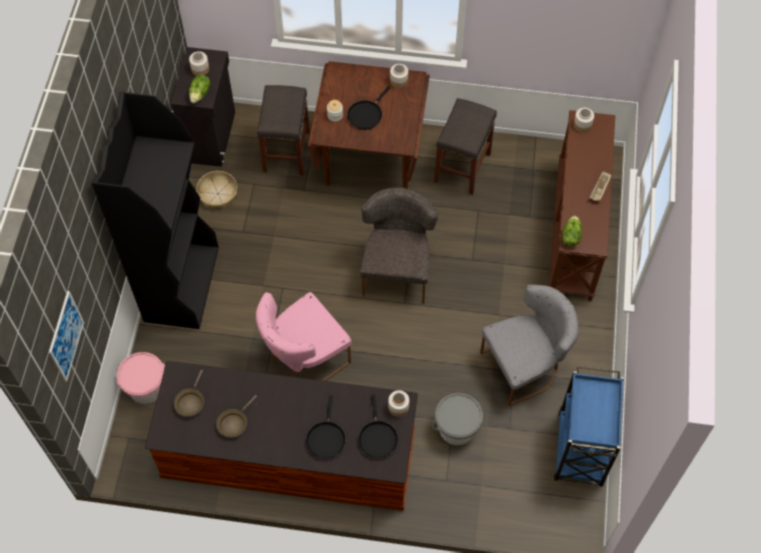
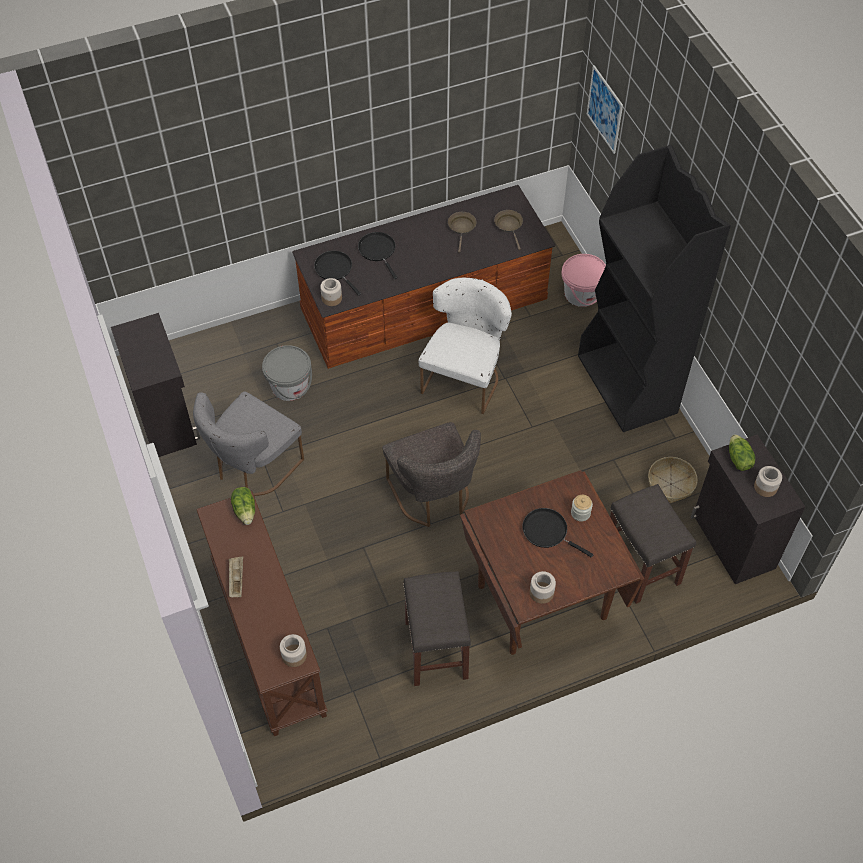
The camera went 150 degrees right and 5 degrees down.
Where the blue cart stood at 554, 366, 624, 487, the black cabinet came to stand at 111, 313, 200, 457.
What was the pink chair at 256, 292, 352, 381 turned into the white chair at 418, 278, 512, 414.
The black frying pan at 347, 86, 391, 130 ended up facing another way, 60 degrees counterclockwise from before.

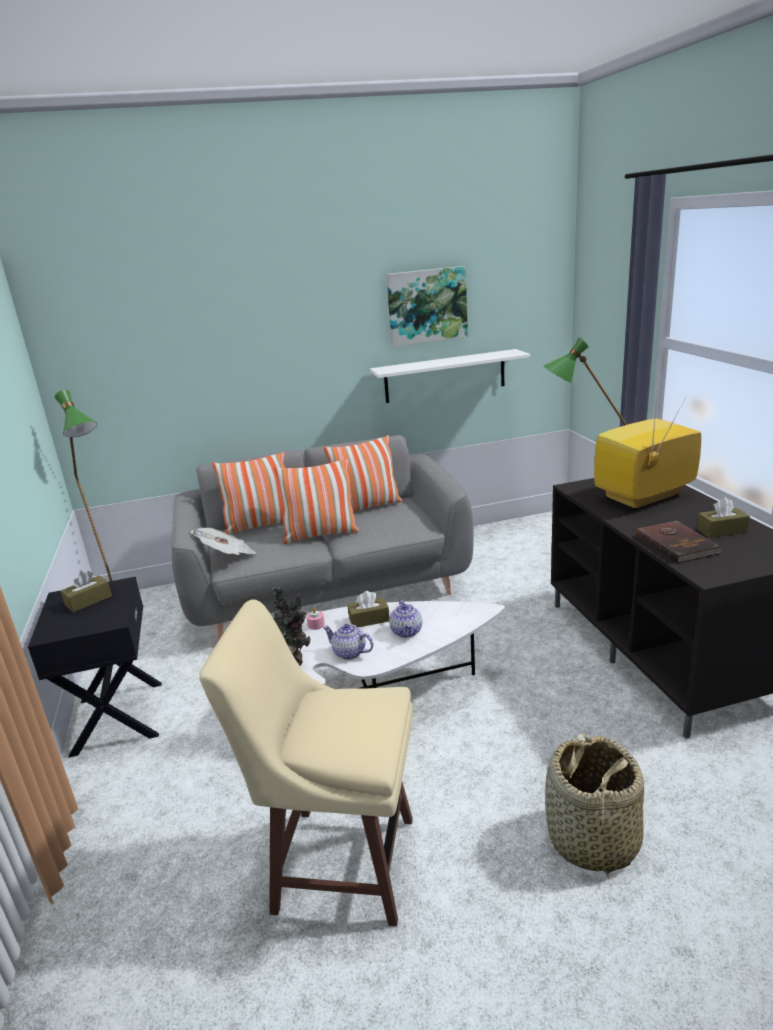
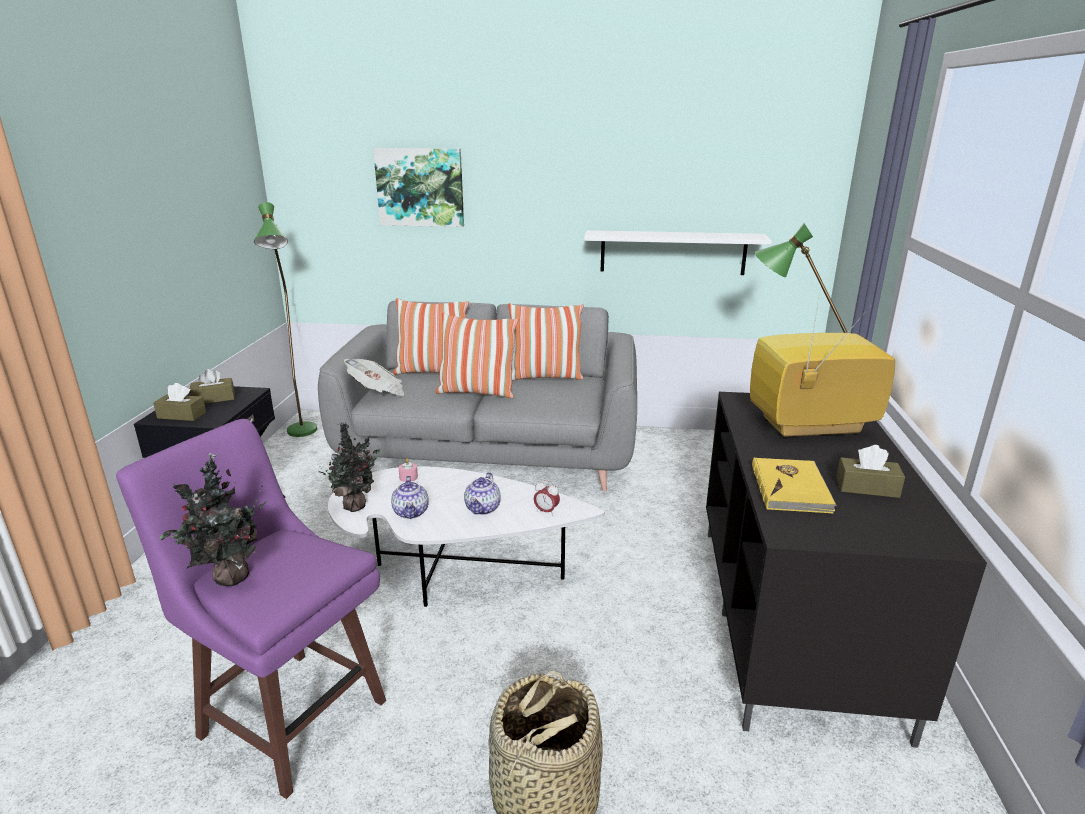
The camera went 20 degrees right and 0 degrees up.
The second view gained the potted plant at 160, 453, 267, 586.
The second view gained the alarm clock at 534, 480, 560, 516.
The brown tissue box ended up elsewhere, having gone from 348, 591, 390, 627 to 153, 383, 206, 421.
The picture ended up elsewhere, having gone from 386, 266, 468, 346 to 373, 148, 464, 227.
What was the beige stool at 199, 599, 413, 927 turned into the purple stool at 116, 419, 386, 799.
What was the brown book at 636, 521, 722, 564 turned into the yellow book at 752, 458, 837, 513.
The teapot at 323, 624, 374, 660 ended up facing another way, 150 degrees counterclockwise from before.

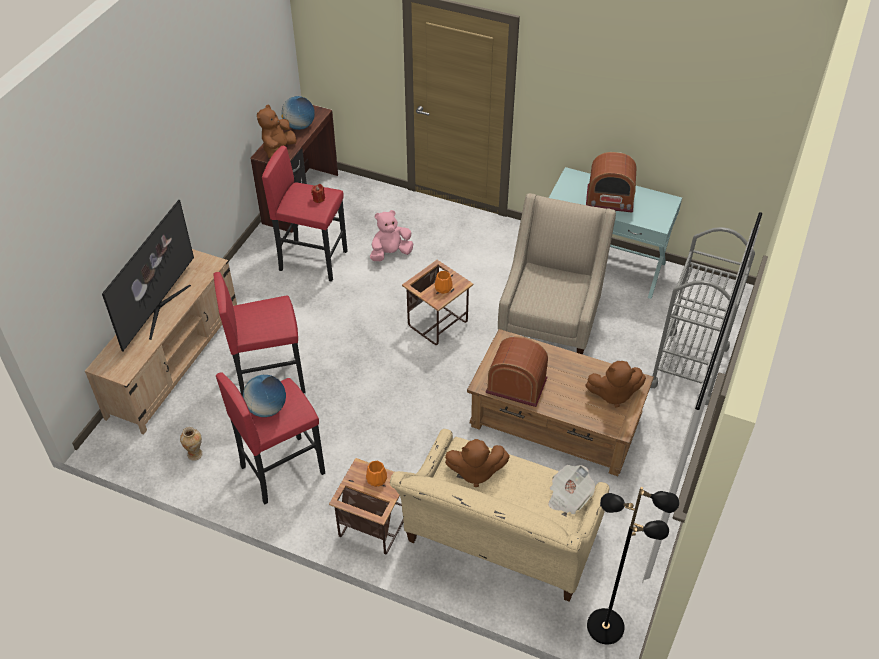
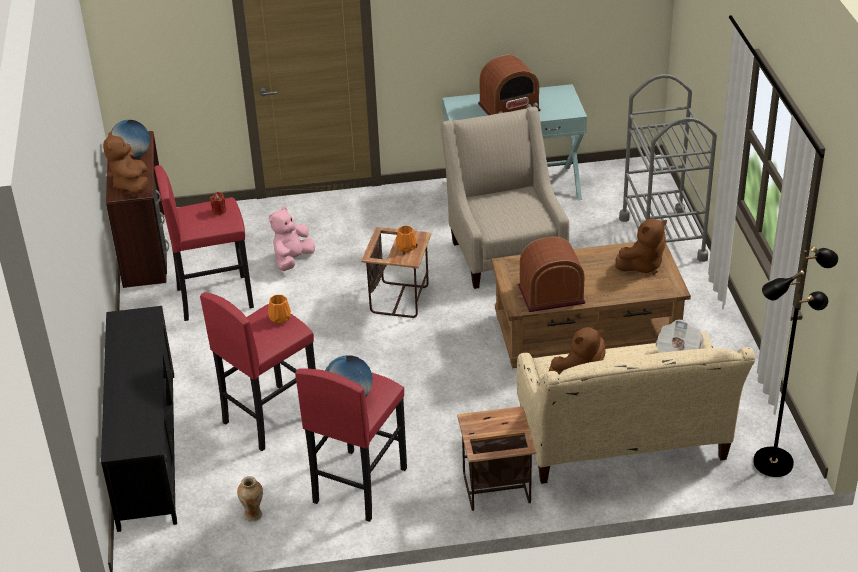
The camera went 30 degrees left and 10 degrees down.
The second view lost the television at 102, 200, 194, 352.
The orange vase ended up elsewhere, having gone from 366, 461, 387, 487 to 268, 295, 291, 324.
What was the beige tv stand at 85, 249, 237, 435 turned into the black tv stand at 101, 306, 177, 532.

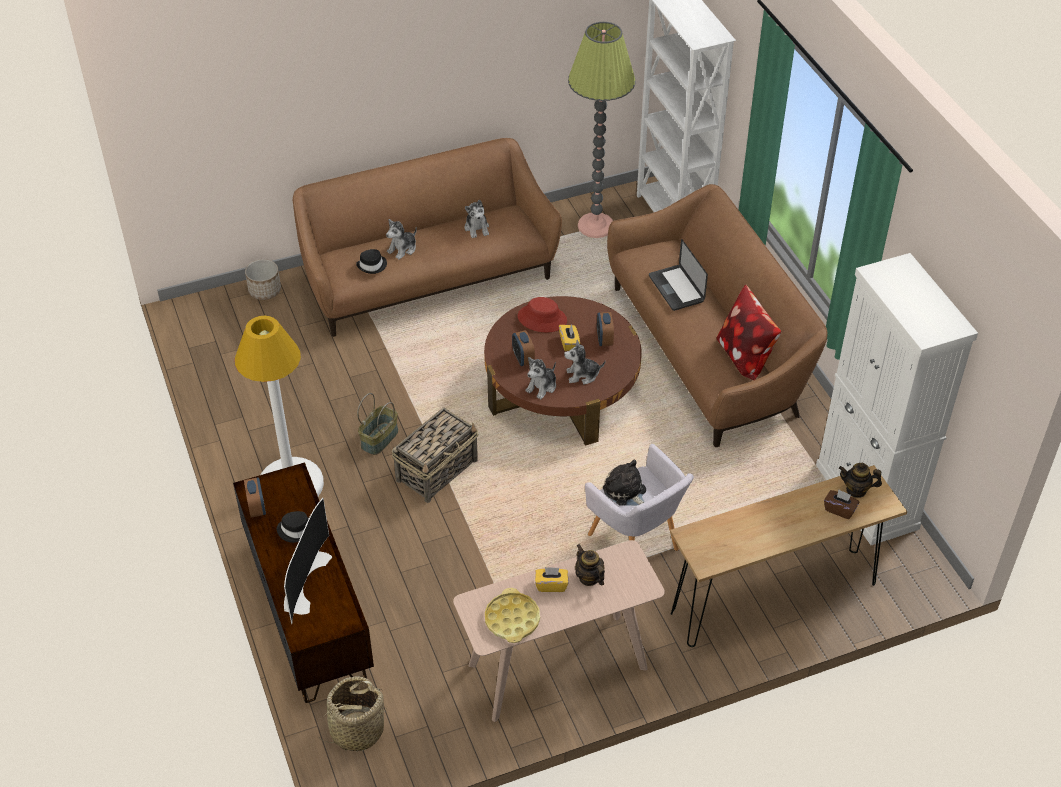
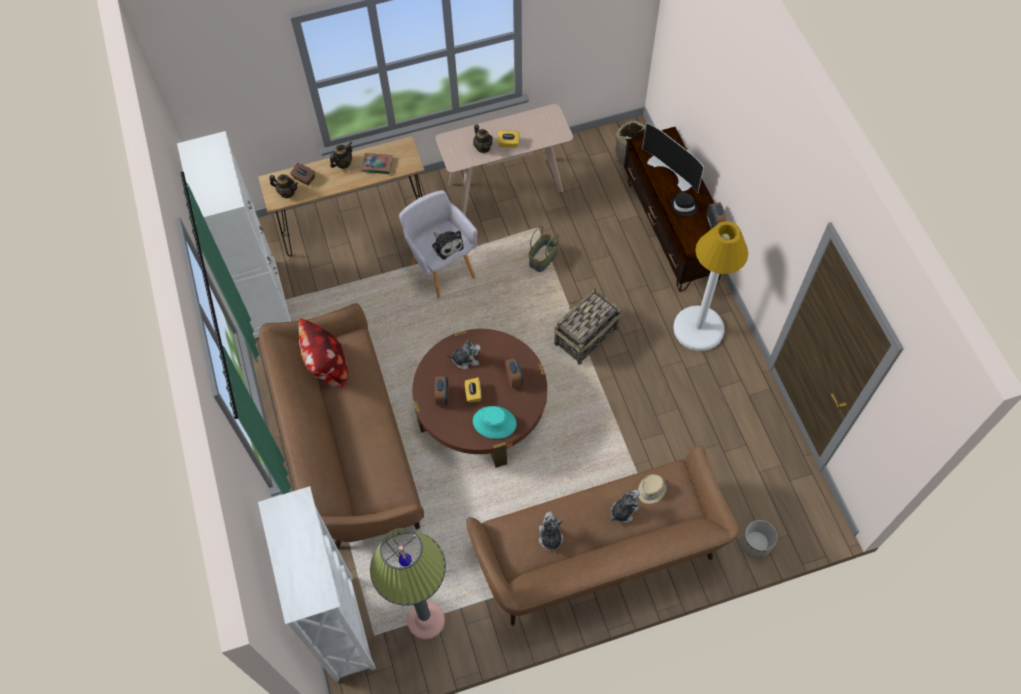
The camera went 175 degrees left and 15 degrees up.
The second view lost the yellow tray at 485, 588, 540, 643.
The second view lost the plush toy at 526, 357, 556, 399.
The second view lost the laptop at 649, 239, 708, 311.
The second view gained the teapot at 330, 141, 352, 169.
The second view gained the book at 361, 153, 393, 174.
The basket ended up elsewhere, having gone from 357, 393, 398, 455 to 529, 225, 559, 272.
What was the black hat at 356, 249, 387, 274 turned into the beige hat at 638, 474, 667, 504.
What was the red hat at 518, 297, 567, 332 turned into the turquoise hat at 473, 406, 517, 439.
The television at 284, 498, 332, 624 ended up facing another way, 60 degrees counterclockwise from before.

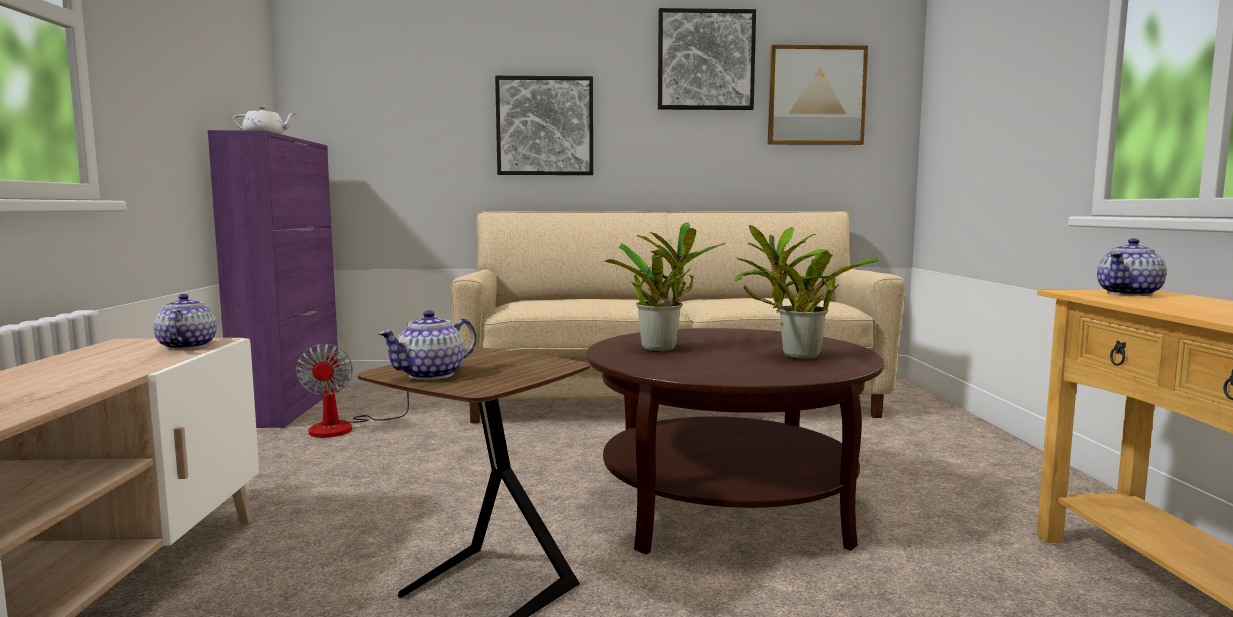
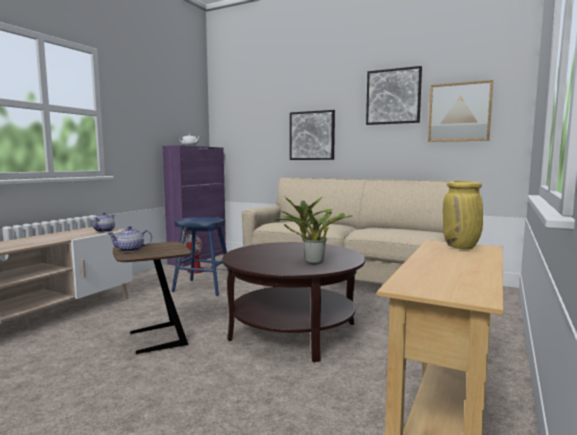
The camera went 30 degrees right and 0 degrees up.
The second view lost the potted plant at 603, 223, 725, 352.
The second view gained the blue stool at 172, 217, 229, 296.
Where the teapot stood at 1097, 238, 1167, 296, the yellow vase came to stand at 443, 181, 483, 249.

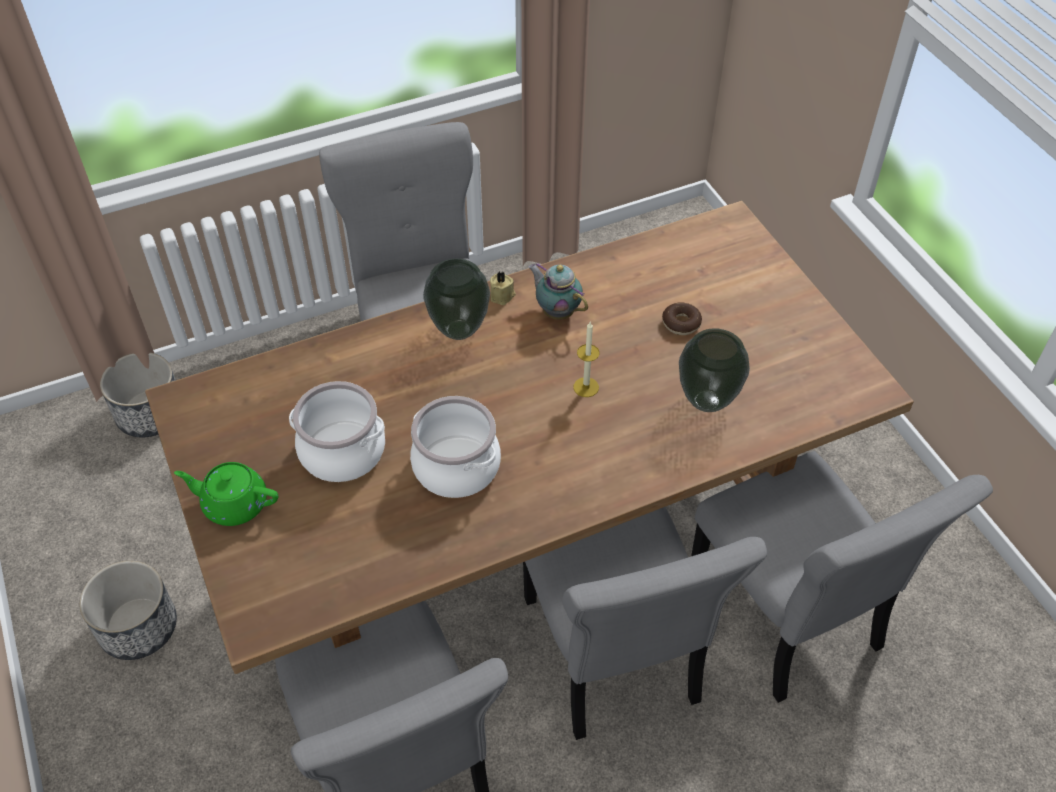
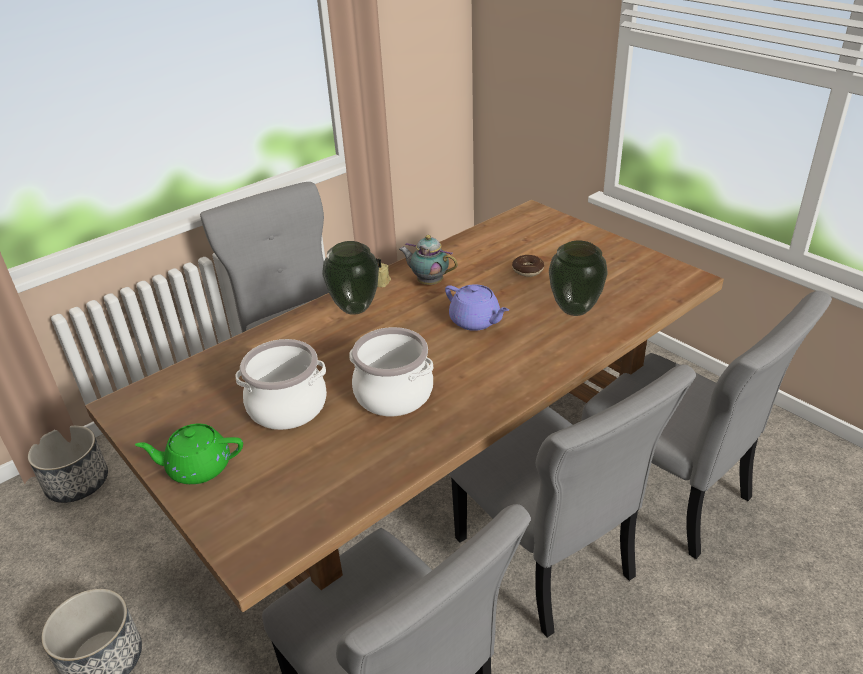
The camera went 15 degrees left and 15 degrees down.
Where the candle stood at 573, 322, 600, 397, the purple teapot came to stand at 445, 284, 509, 331.

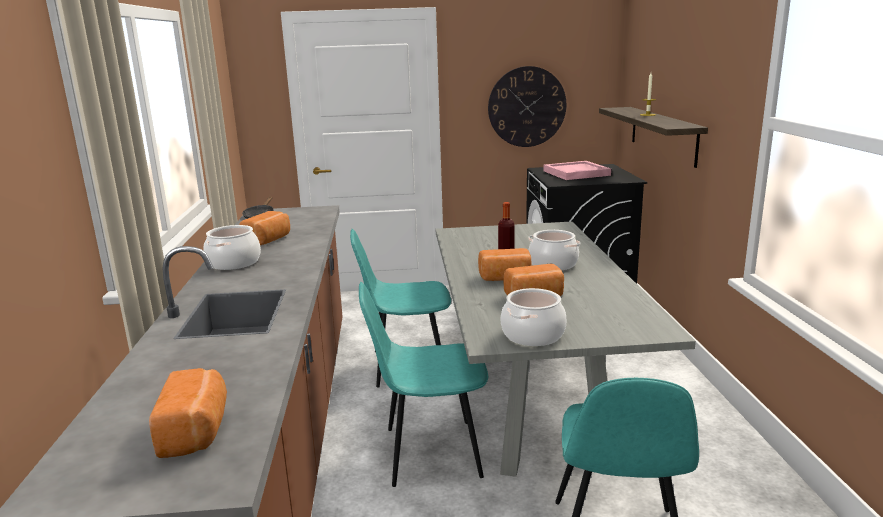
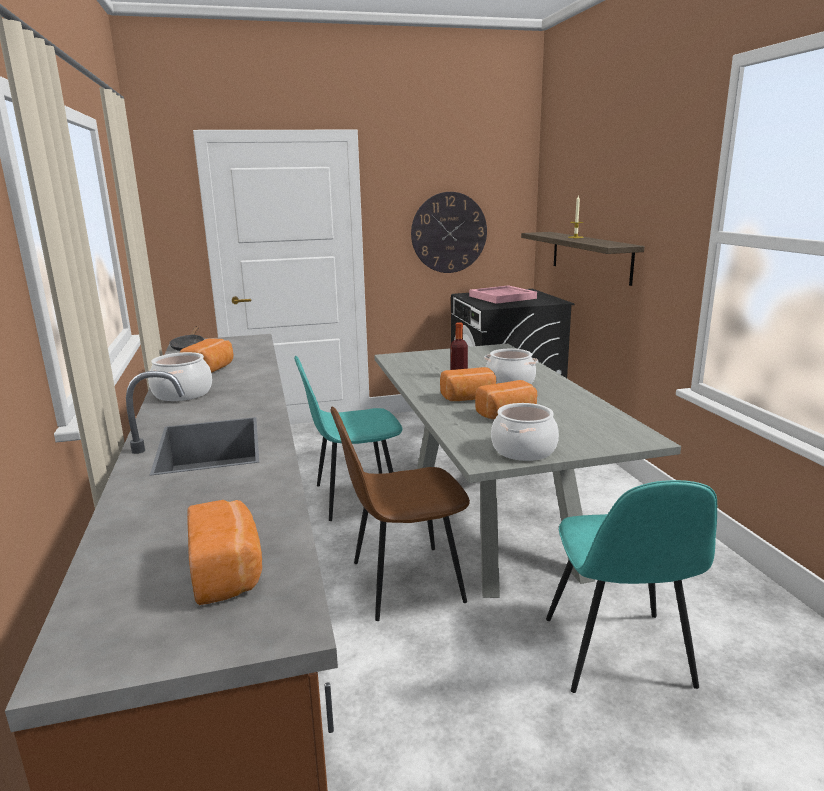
The camera went 10 degrees left and 0 degrees up.
What was the turquoise chair at 359, 282, 488, 487 turned into the brown chair at 330, 406, 470, 621.

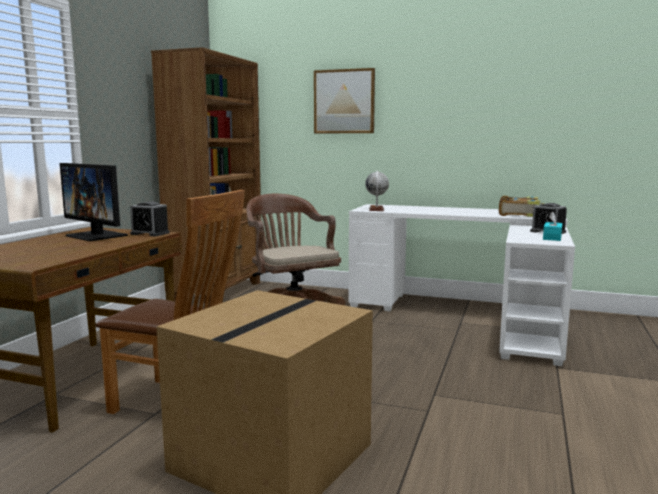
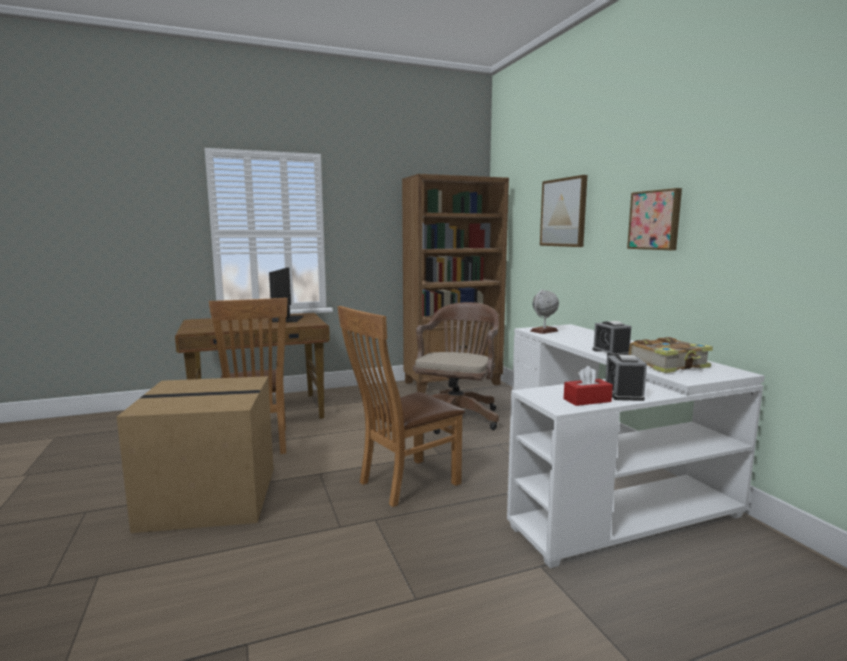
The camera went 50 degrees right and 0 degrees up.
The second view gained the brown chair at 337, 306, 465, 507.
The second view gained the picture at 627, 188, 682, 250.
The alarm clock ended up elsewhere, having gone from 130, 201, 170, 236 to 592, 321, 631, 355.
What was the turquoise tissue box at 543, 212, 562, 241 turned into the red tissue box at 564, 366, 613, 406.

